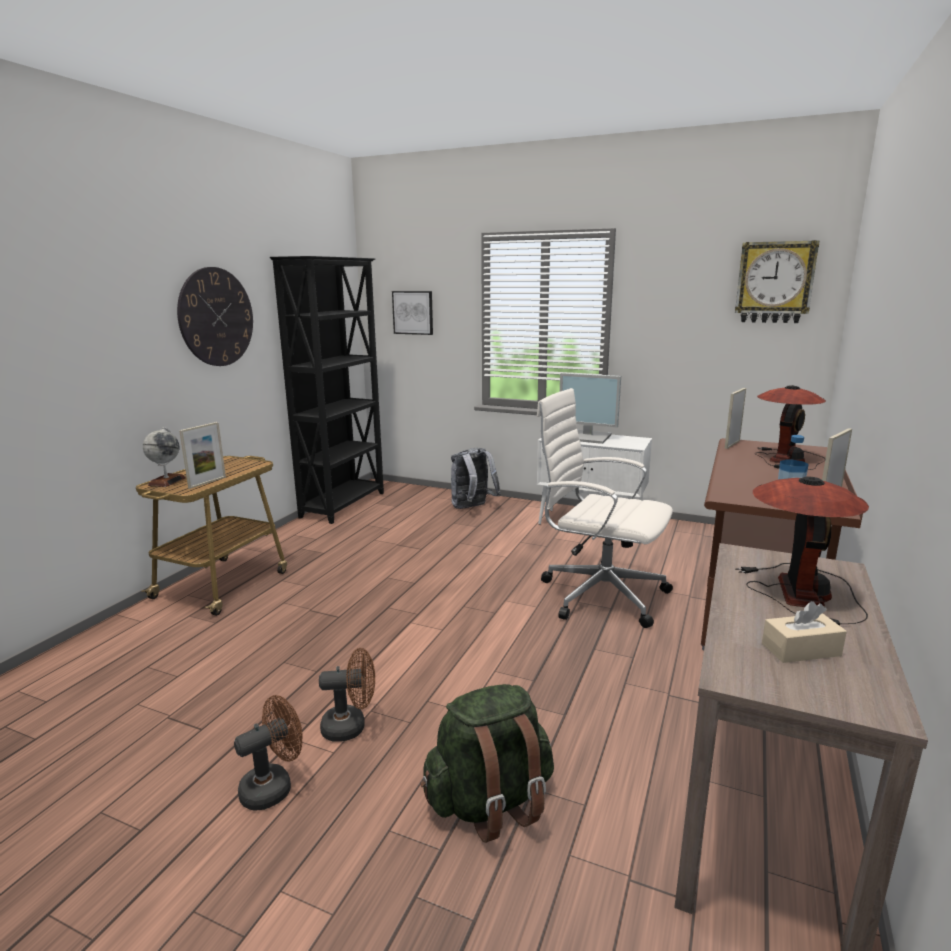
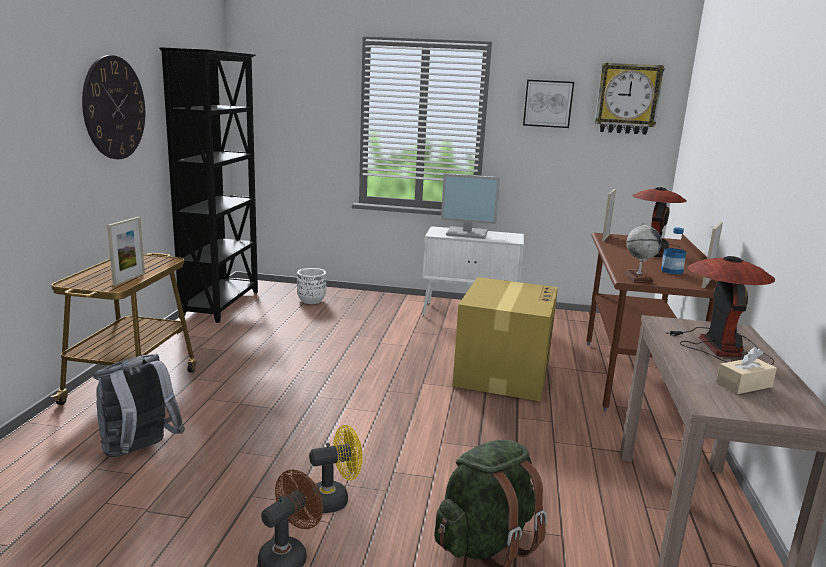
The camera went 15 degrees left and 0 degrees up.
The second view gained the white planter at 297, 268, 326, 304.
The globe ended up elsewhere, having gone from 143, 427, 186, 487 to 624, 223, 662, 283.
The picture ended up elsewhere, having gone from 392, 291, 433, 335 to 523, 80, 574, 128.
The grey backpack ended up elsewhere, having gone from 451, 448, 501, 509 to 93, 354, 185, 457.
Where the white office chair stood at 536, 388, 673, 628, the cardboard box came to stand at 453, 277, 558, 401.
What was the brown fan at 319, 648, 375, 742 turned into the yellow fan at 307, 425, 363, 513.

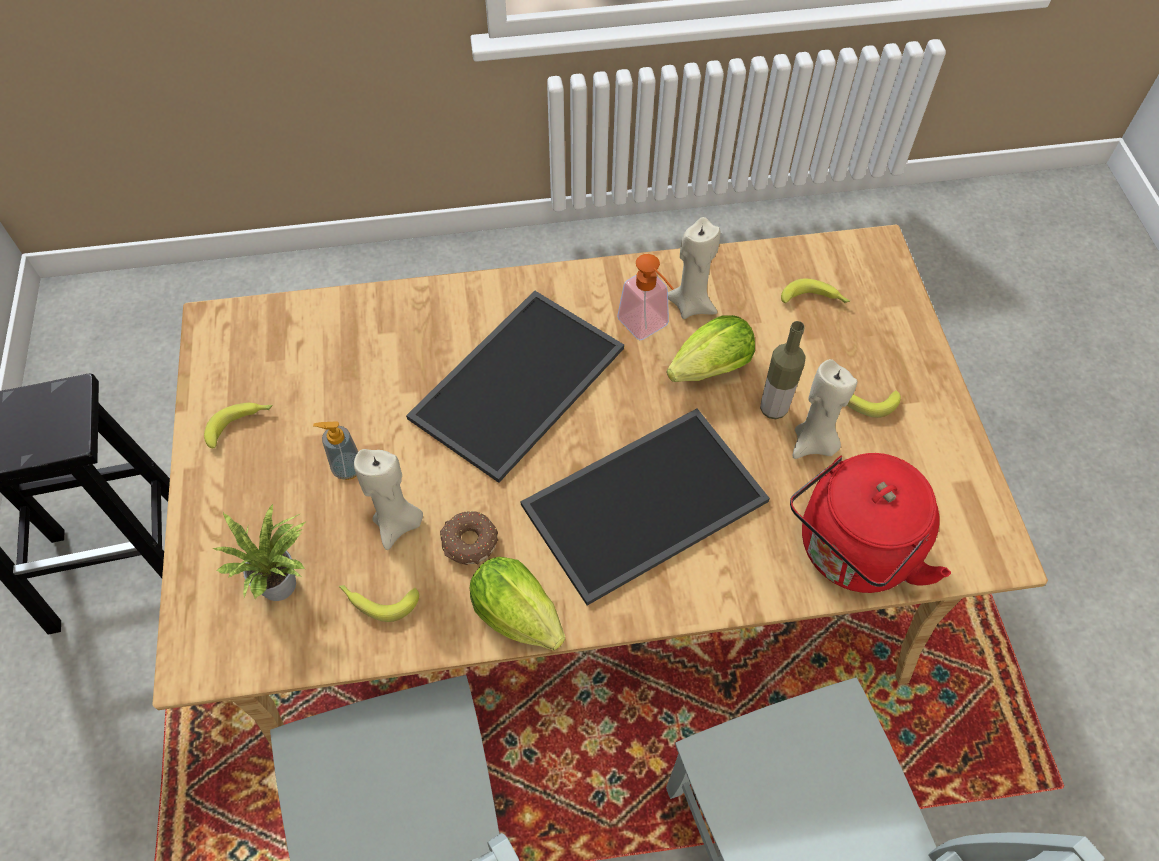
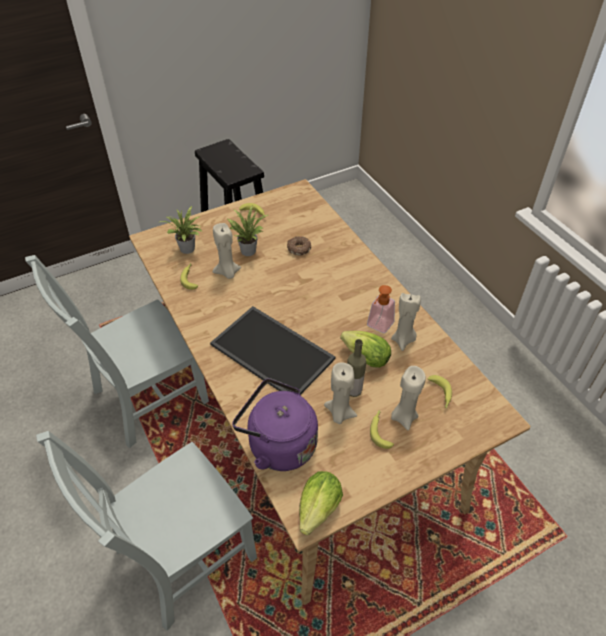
The camera went 70 degrees right and 10 degrees down.
The second view lost the tray at 406, 291, 624, 483.
The second view gained the beige candle at 391, 366, 426, 431.
The donut ended up elsewhere, having gone from 440, 511, 498, 565 to 287, 236, 311, 256.
The lettuce ended up elsewhere, having gone from 469, 557, 565, 651 to 299, 471, 343, 535.
Where the soap dispenser stood at 313, 421, 358, 480, the potted plant came to stand at 228, 206, 268, 256.
What was the red kettle at 790, 453, 951, 593 turned into the purple kettle at 232, 378, 318, 471.

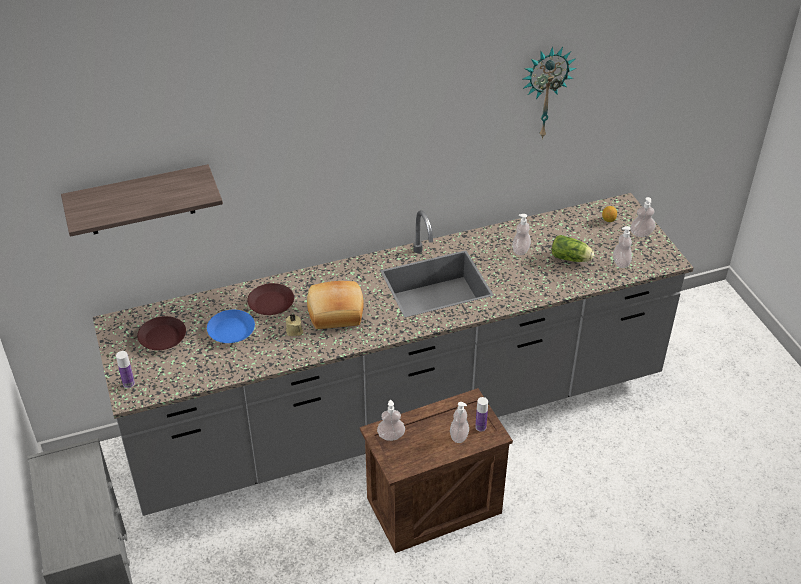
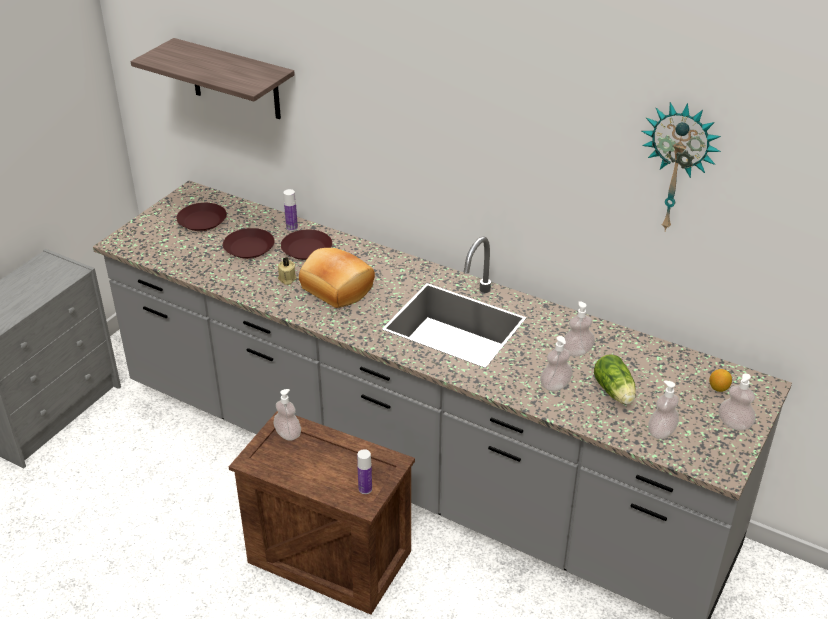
The camera went 50 degrees right and 5 degrees down.
The bottle ended up elsewhere, having gone from 116, 351, 135, 388 to 283, 189, 298, 231.
The soap dispenser ended up elsewhere, having gone from 450, 402, 469, 443 to 540, 336, 573, 391.
What was the blue plate at 207, 310, 255, 343 turned into the brown plate at 223, 228, 275, 259.

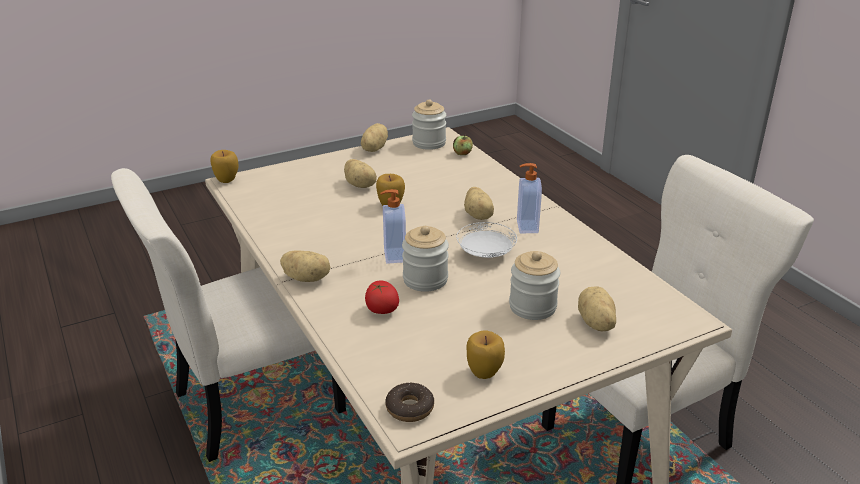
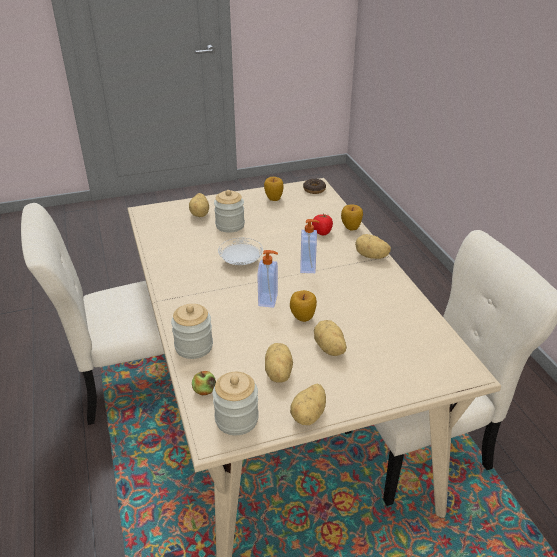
The camera went 170 degrees left and 5 degrees up.
The apple ended up elsewhere, having gone from 210, 150, 239, 183 to 341, 204, 363, 230.
The jar ended up elsewhere, having gone from 402, 226, 449, 292 to 171, 304, 213, 359.
The potato ended up elsewhere, having gone from 464, 187, 494, 220 to 265, 343, 293, 382.
The soap dispenser ended up elsewhere, having gone from 517, 163, 542, 233 to 258, 250, 278, 308.

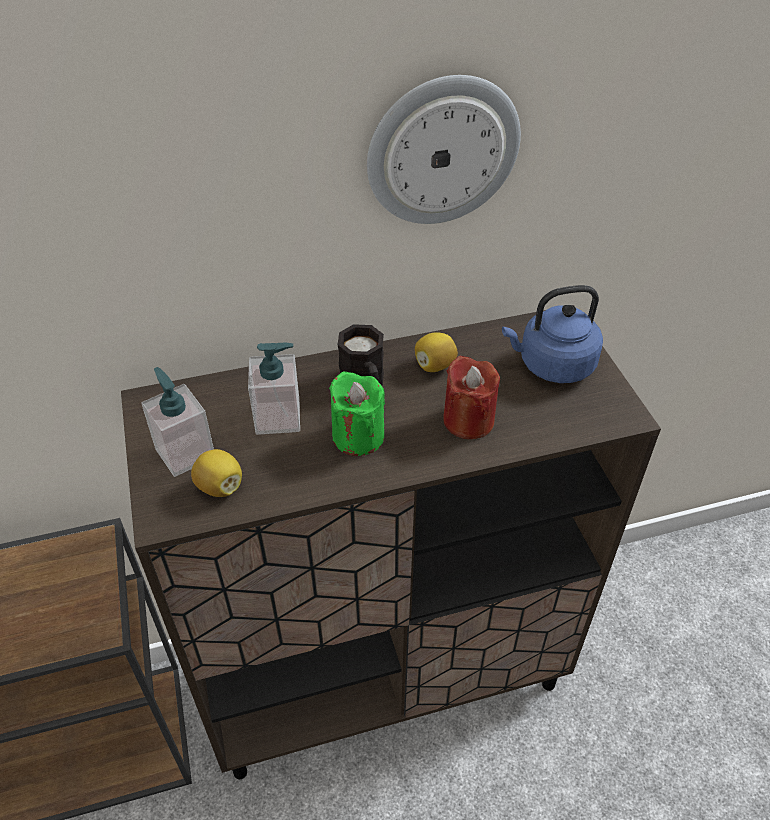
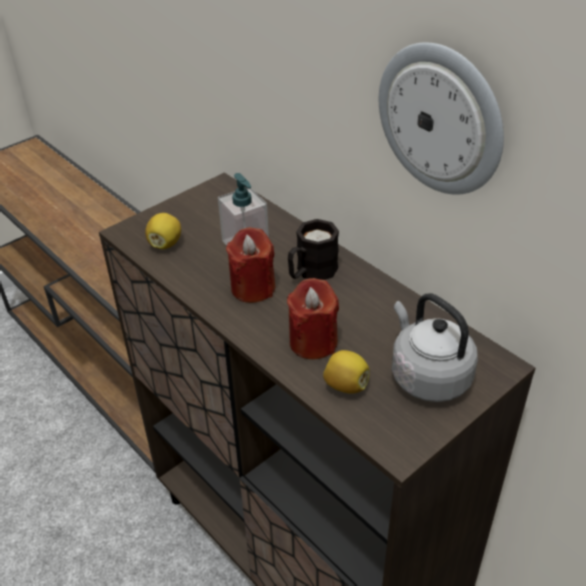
The camera went 65 degrees right and 5 degrees down.
The second view lost the soap dispenser at 141, 367, 214, 477.
The lemon ended up elsewhere, having gone from 415, 332, 458, 372 to 323, 350, 370, 394.
What was the green candle at 329, 371, 385, 456 turned into the red candle at 226, 227, 275, 303.
What was the blue kettle at 502, 285, 603, 383 turned into the grey kettle at 392, 293, 478, 402.

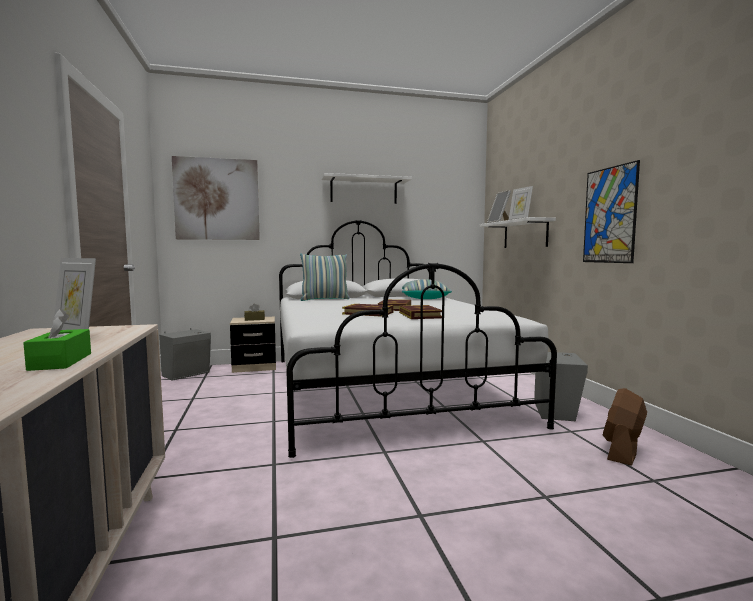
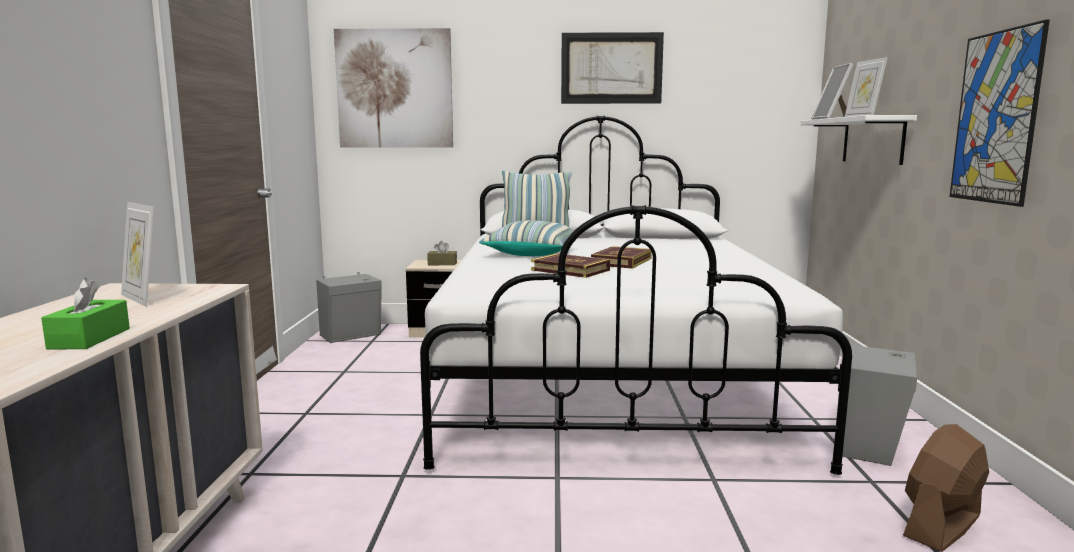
The camera went 15 degrees right and 5 degrees up.
The second view lost the book at 399, 305, 442, 319.
The pillow ended up elsewhere, having gone from 402, 279, 452, 299 to 479, 220, 574, 256.
Where the white shelf hung at 321, 173, 412, 204, the picture came to hang at 561, 32, 664, 104.

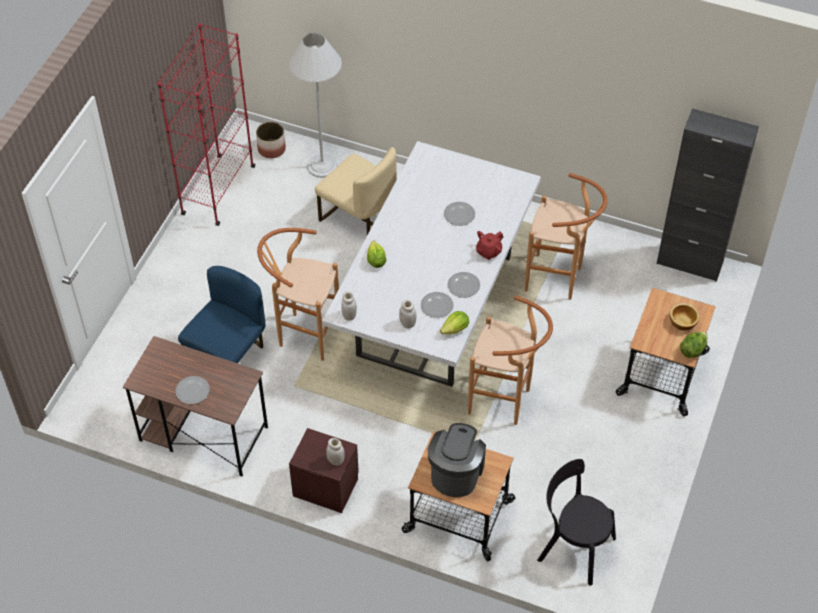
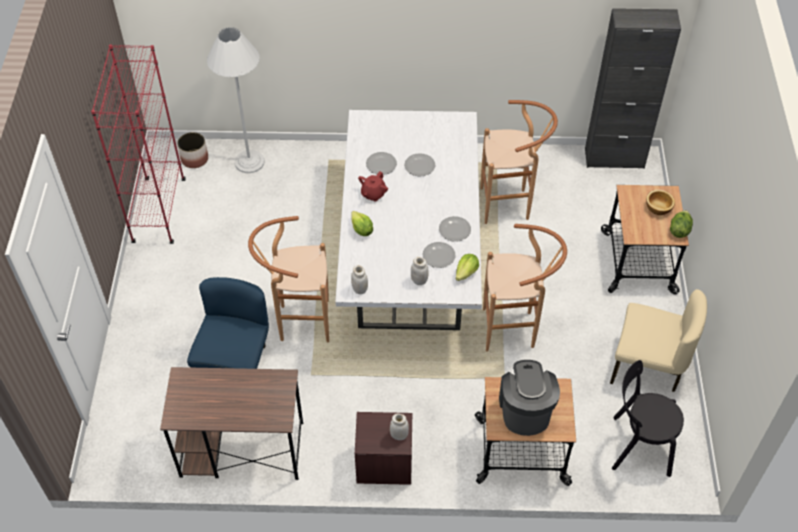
The camera went 20 degrees left and 0 degrees up.
The plate ended up elsewhere, having gone from 175, 376, 210, 404 to 366, 152, 397, 175.
The beige chair ended up elsewhere, having gone from 315, 147, 397, 235 to 610, 289, 707, 392.
The red teapot ended up elsewhere, having gone from 476, 231, 503, 260 to 358, 171, 388, 202.

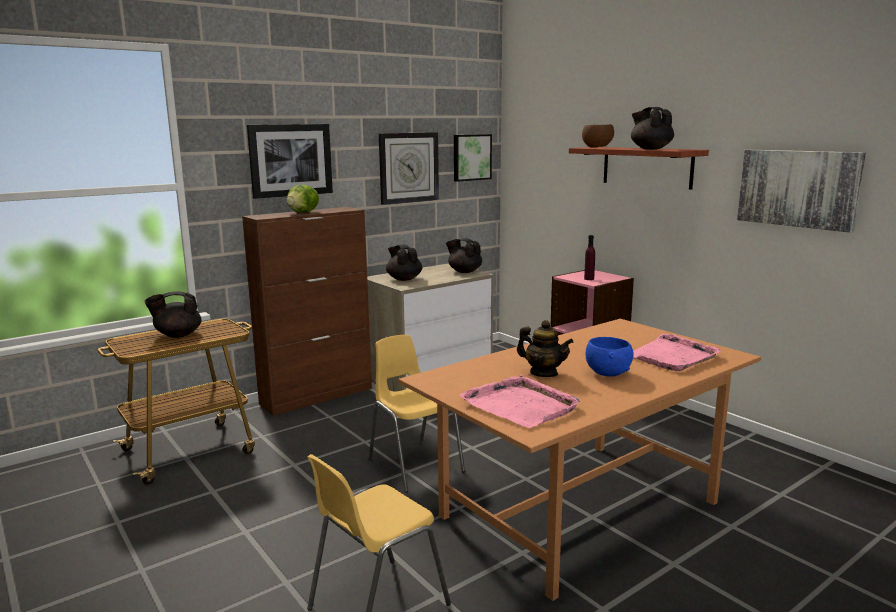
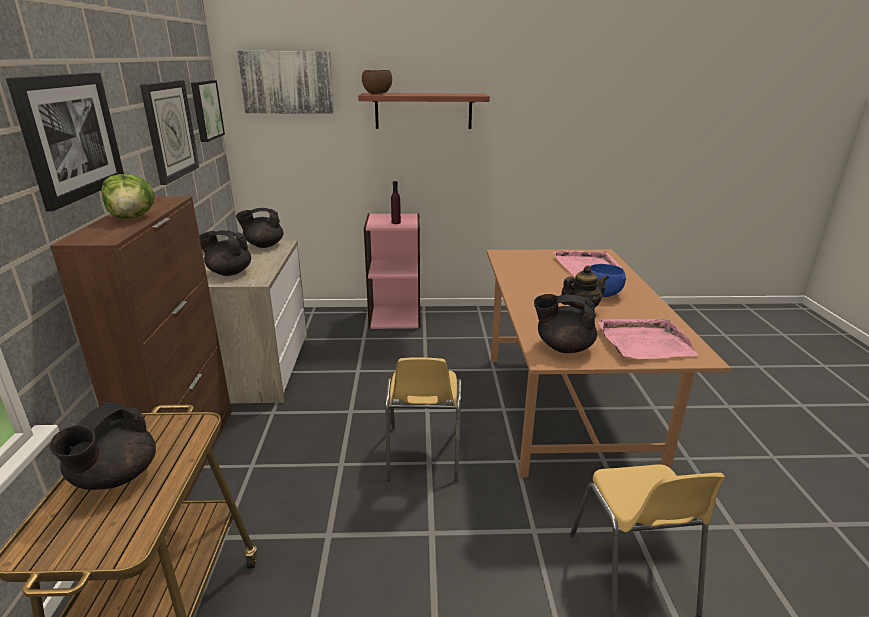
The camera went 55 degrees left and 10 degrees up.
The black teapot ended up elsewhere, having gone from 631, 107, 674, 149 to 534, 294, 597, 353.
The picture ended up elsewhere, having gone from 737, 150, 866, 233 to 237, 51, 334, 114.
The yellow chair at 369, 335, 465, 493 ended up facing another way, 90 degrees counterclockwise from before.

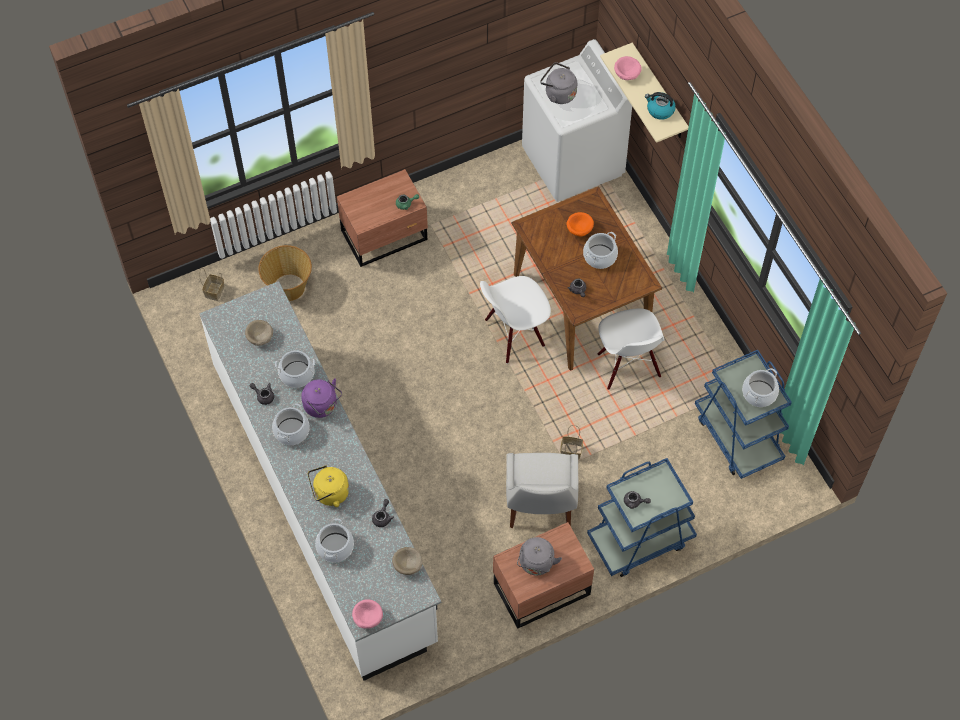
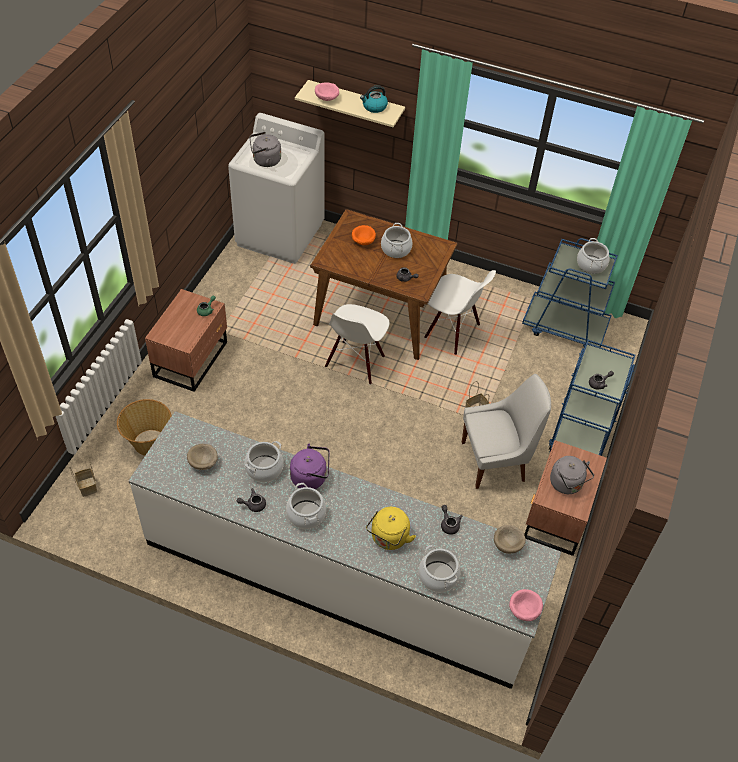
The camera went 45 degrees left and 10 degrees down.
The white chair at 506, 453, 579, 528 ended up facing another way, 60 degrees counterclockwise from before.

